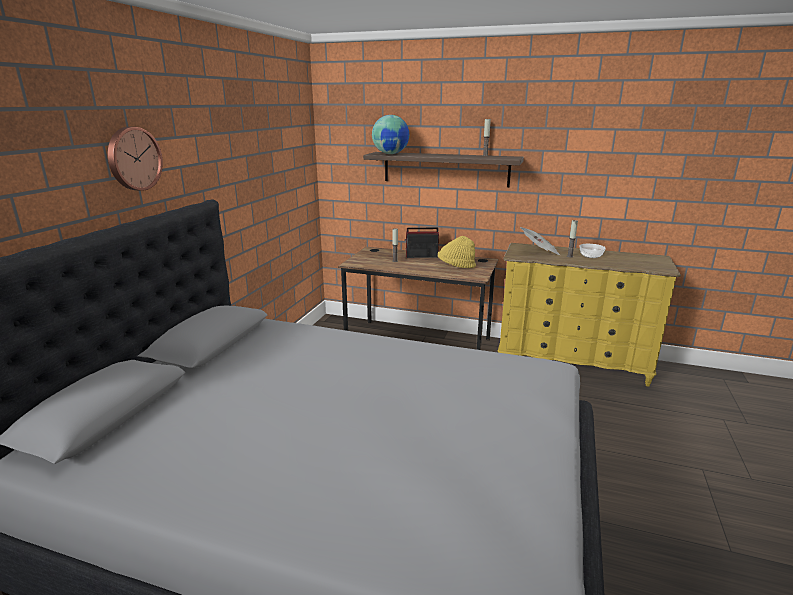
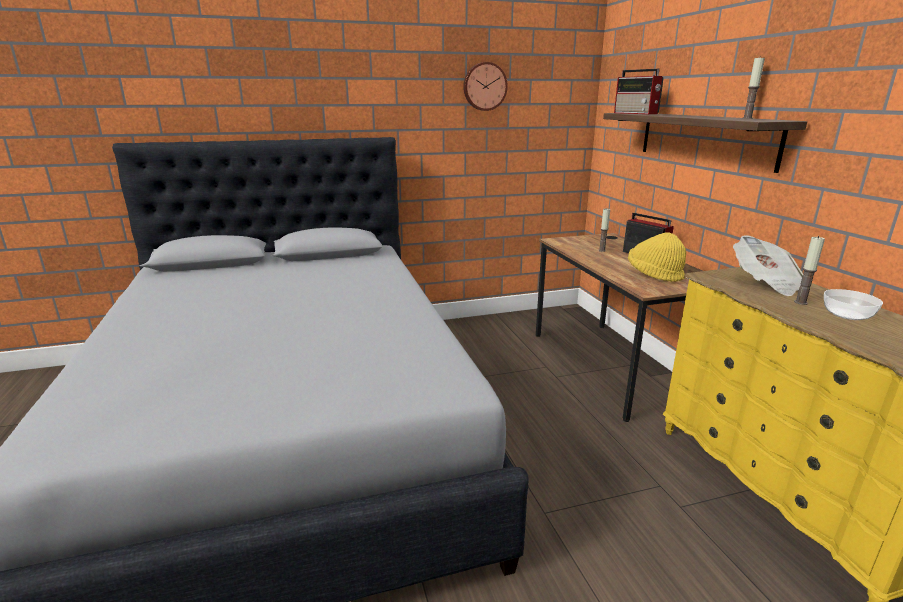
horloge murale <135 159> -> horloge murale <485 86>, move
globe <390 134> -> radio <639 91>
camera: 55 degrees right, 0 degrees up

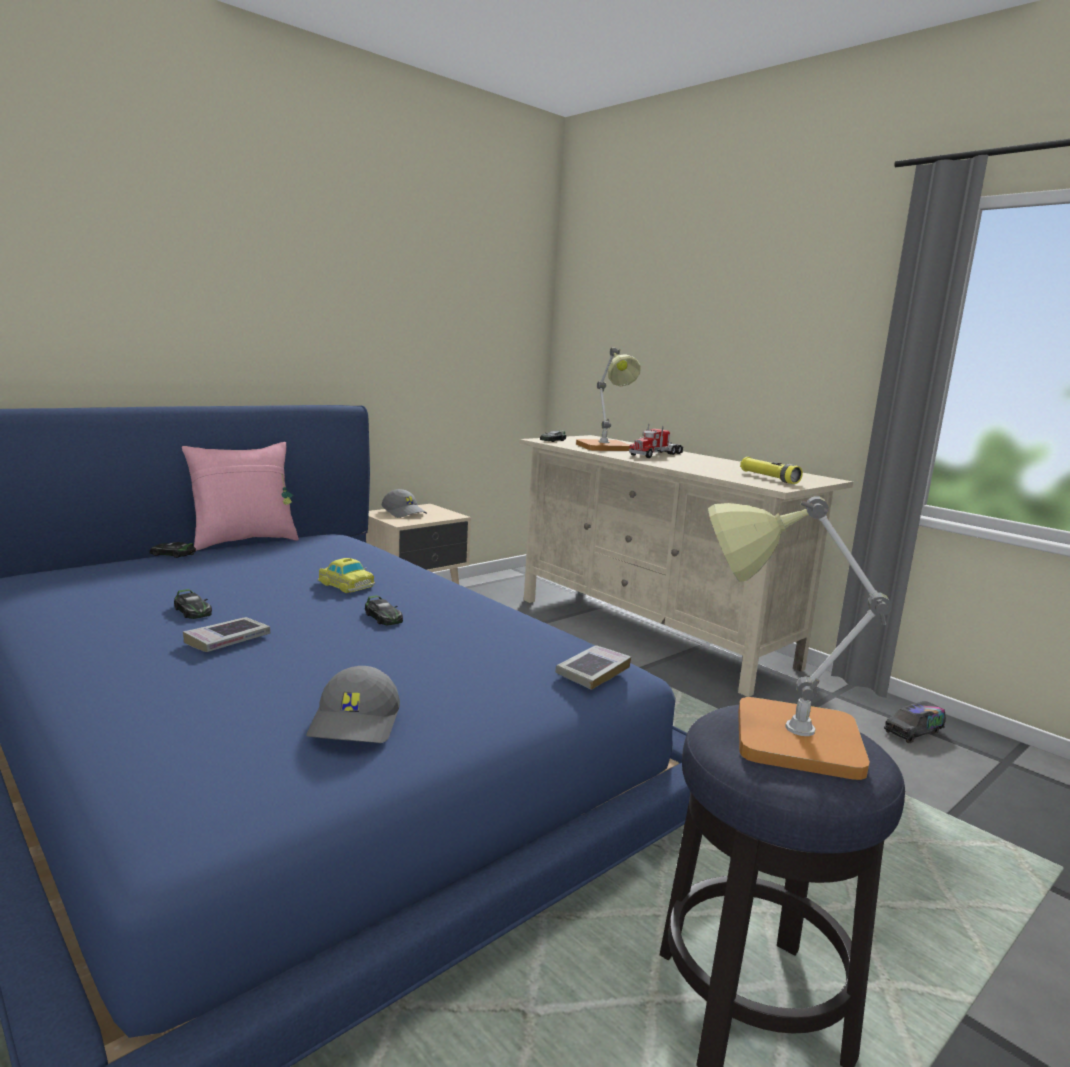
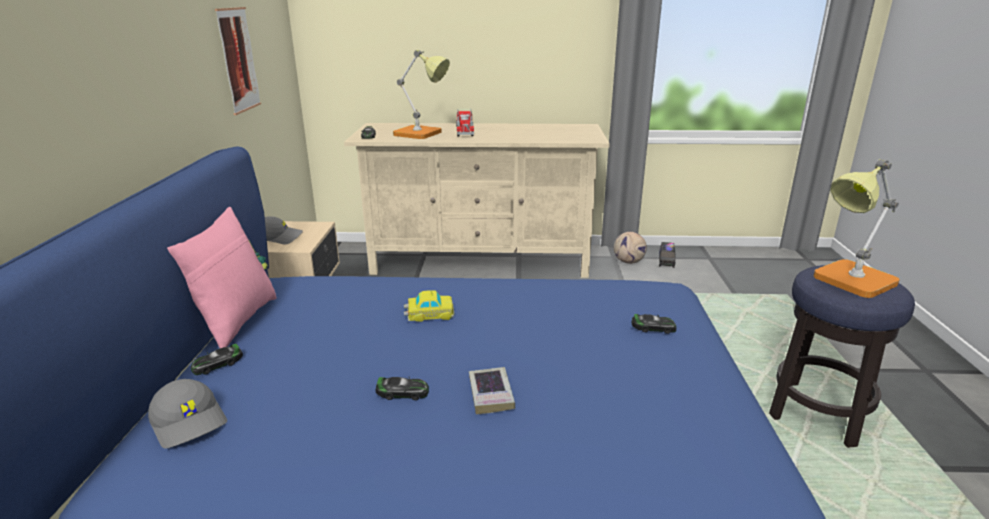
casquette (gris) <353 704> -> casquette (gris) <187 414>, move
petite voiture <384 610> -> petite voiture <654 324>, move
livre <593 667> -> none
lampe de poche (jaune) <771 470> -> none
none -> tableau <238 61>
none -> ballon de foot <630 248>
camera: 45 degrees left, 10 degrees up

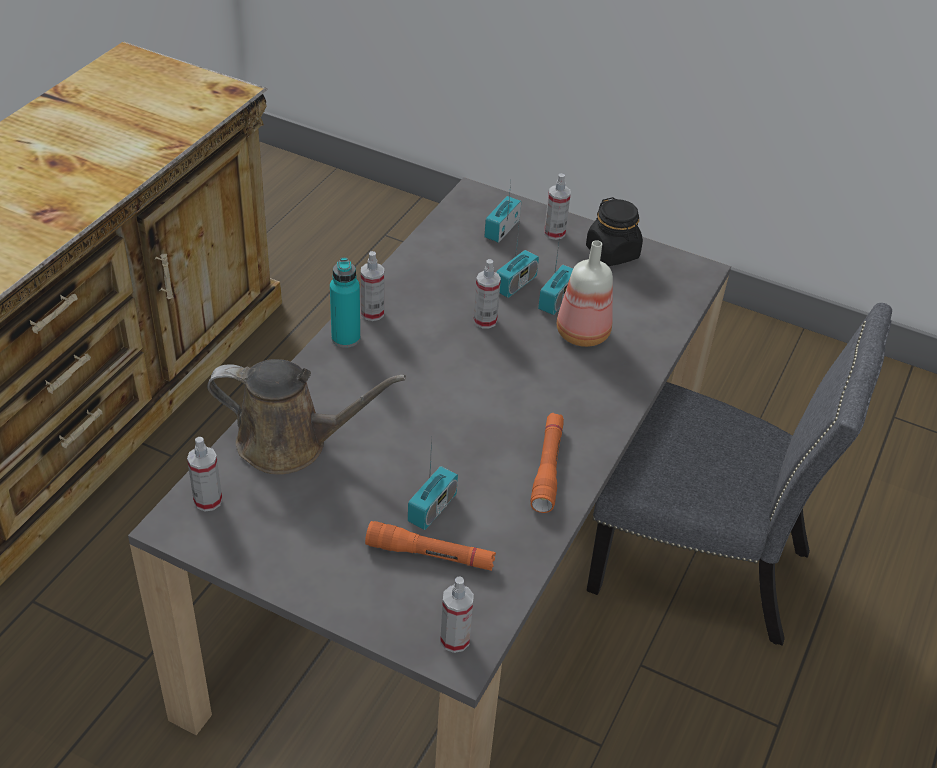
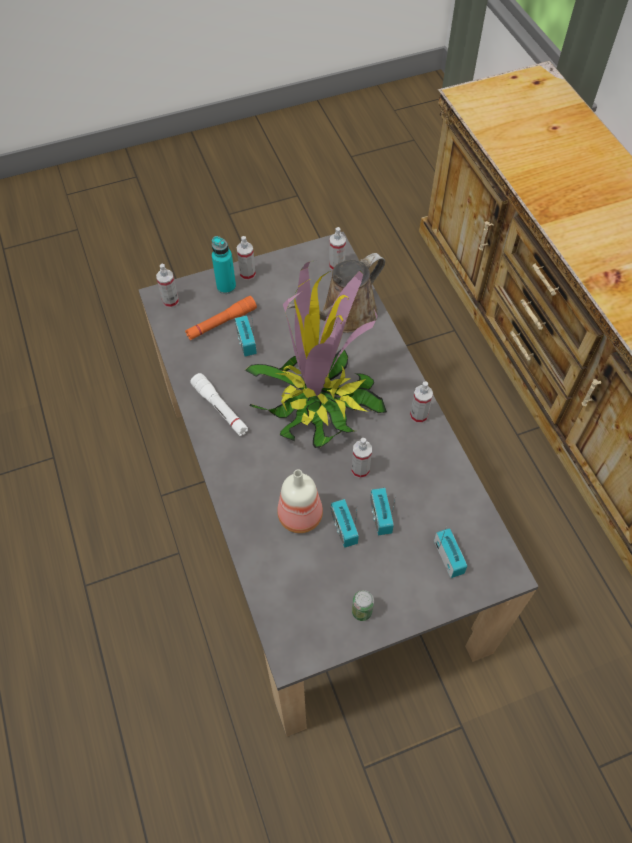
bouteille (turquoise) <345 303> -> bouteille (turquoise) <224 265>, move
lampe de poche (orange) <547 463> -> lampe de poche (blanc) <219 404>
vaporisateur <557 206> -> vaporisateur <246 258>, move
bocal (noir) <614 231> -> boîte métallique <363 605>
chaise (gris) <739 474> -> none
none -> plante en pot <316 354>
camera: 135 degrees right, 15 degrees up

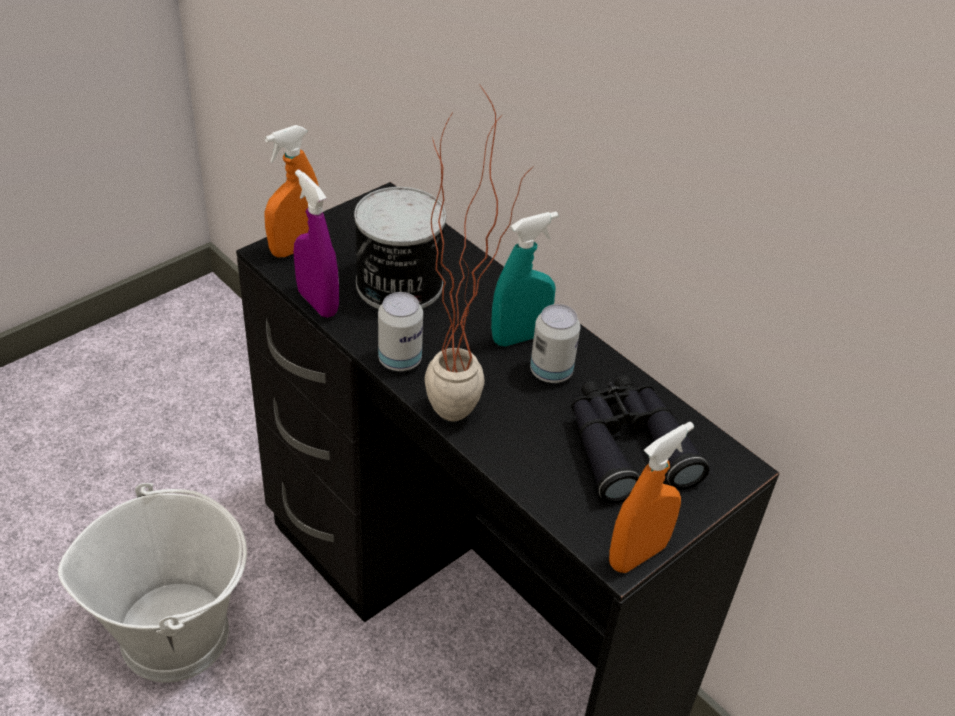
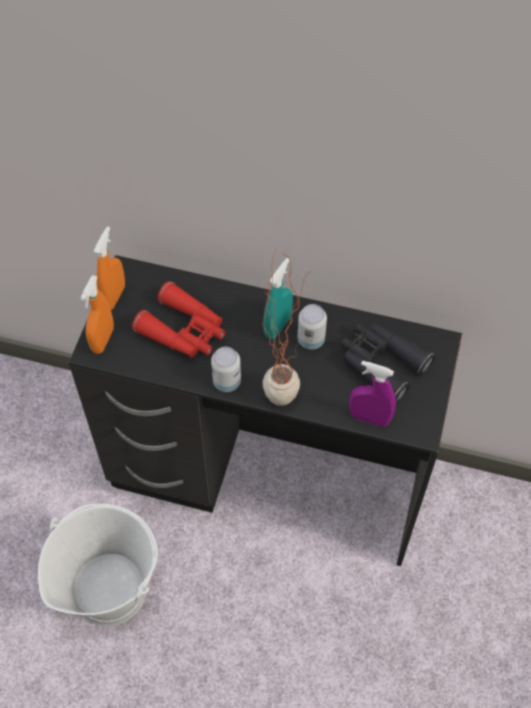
vaporisateur (violet) <316 243> -> vaporisateur (violet) <372 393>, move
boîte métallique <400 248> -> jumelles (rouge) <179 319>
vaporisateur (orange) <651 497> -> vaporisateur (orange) <109 268>, move
camera: 30 degrees left, 15 degrees up

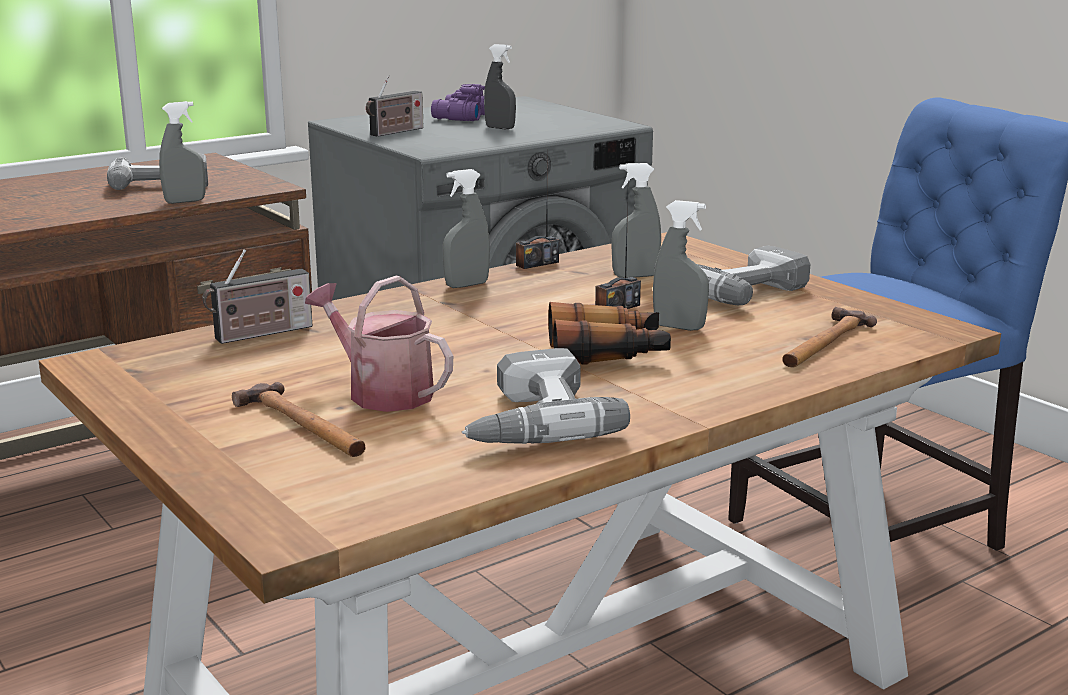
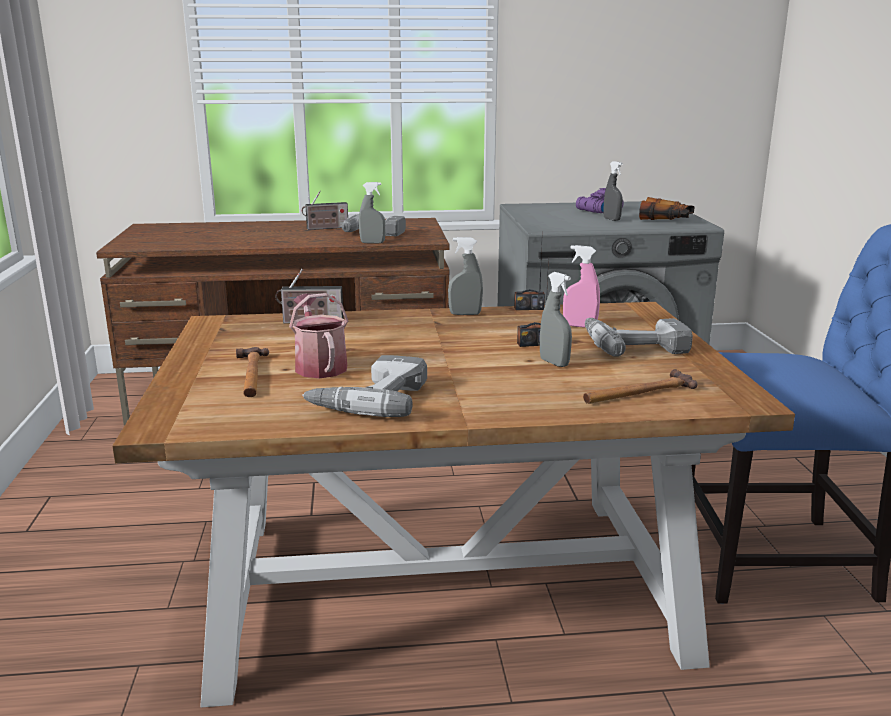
radio <395 106> -> radio <325 210>, move
jumelles <609 333> -> jumelles <666 208>, move
vaporisateur (gris) <636 220> -> vaporisateur (rose) <581 286>
camera: 30 degrees right, 0 degrees up

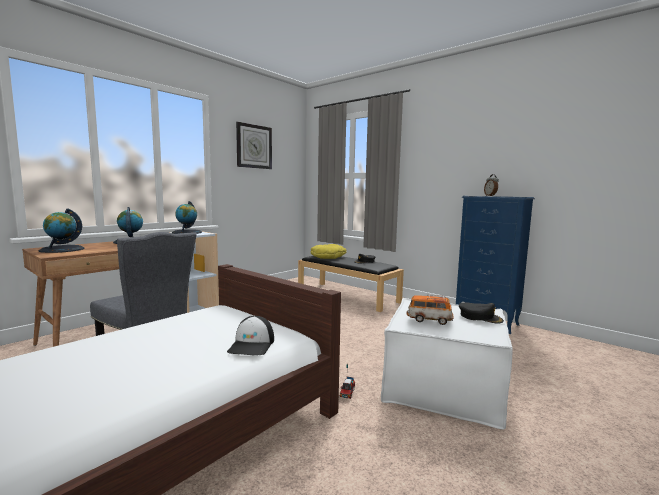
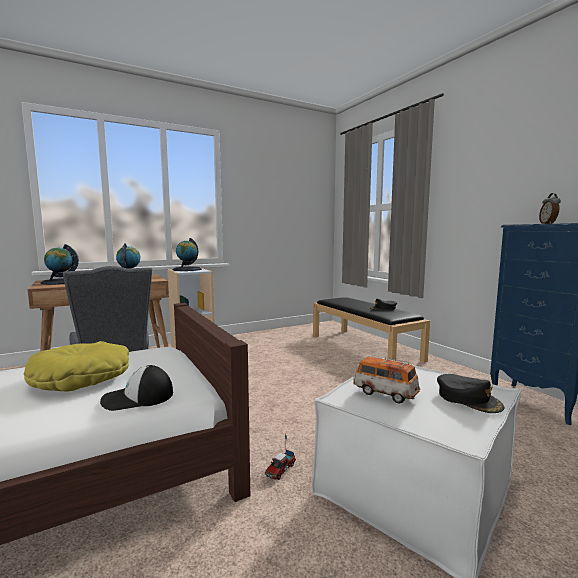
casquette <250 336> -> casquette <136 388>, 45 degrees clockwise
horloge murale <254 145> -> none
coussin (jaune) <329 251> -> coussin (jaune) <76 366>, move
camera: 20 degrees right, 0 degrees up

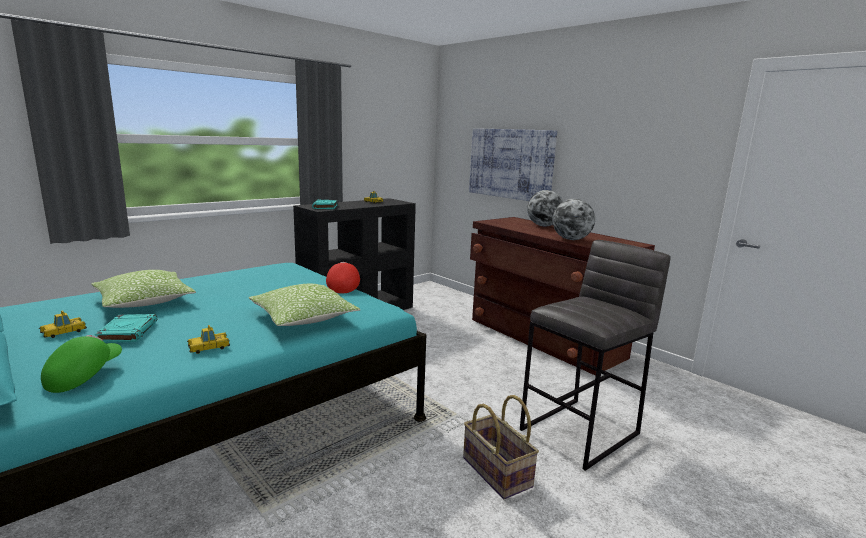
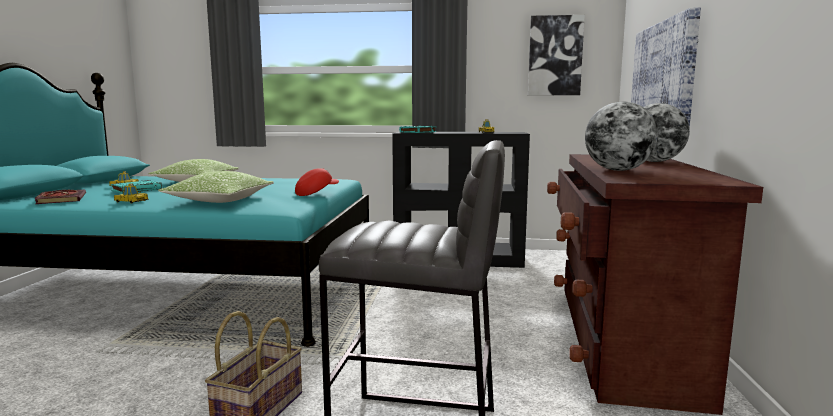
casquette (vert) <81 364> -> livre <60 197>
none -> tableau <556 55>
camera: 50 degrees right, 5 degrees down

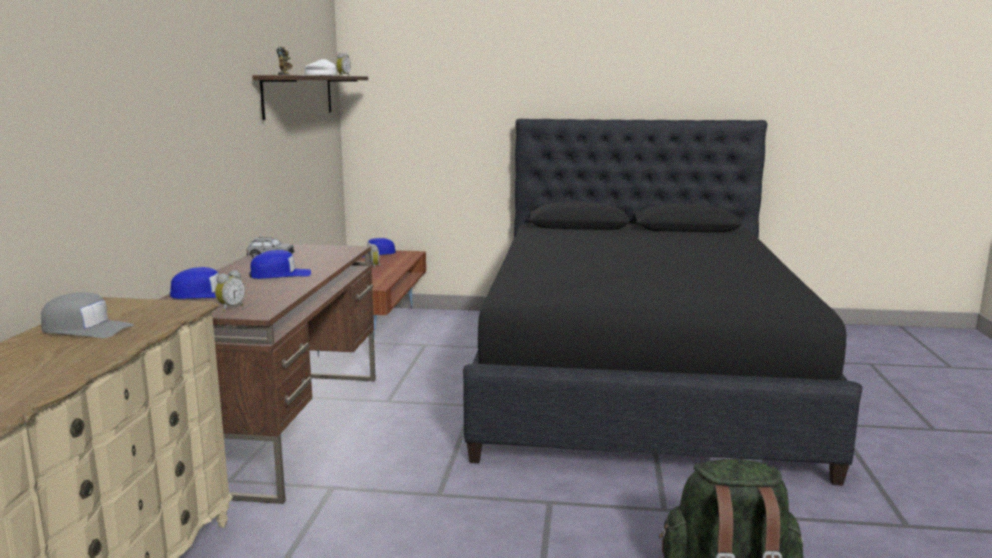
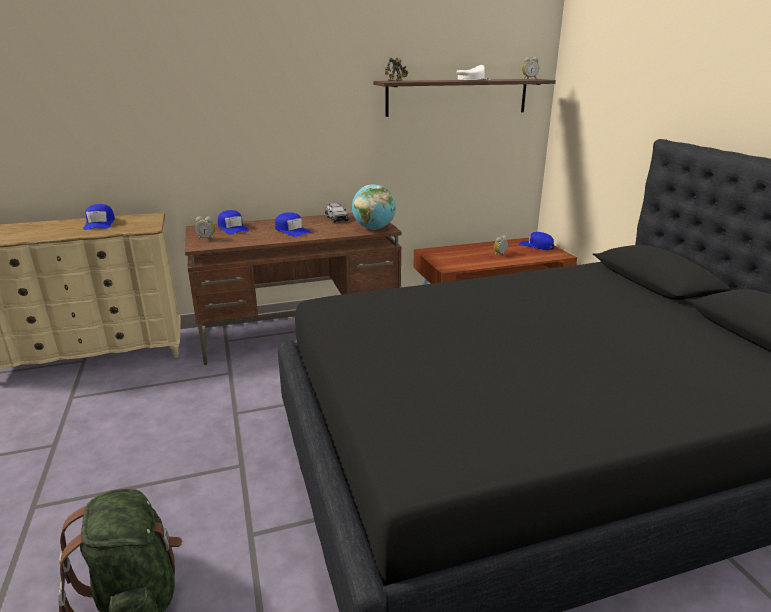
casquette (gris) <87 315> -> casquette (bleu) <99 217>
none -> globe <374 207>
camera: 65 degrees right, 10 degrees up

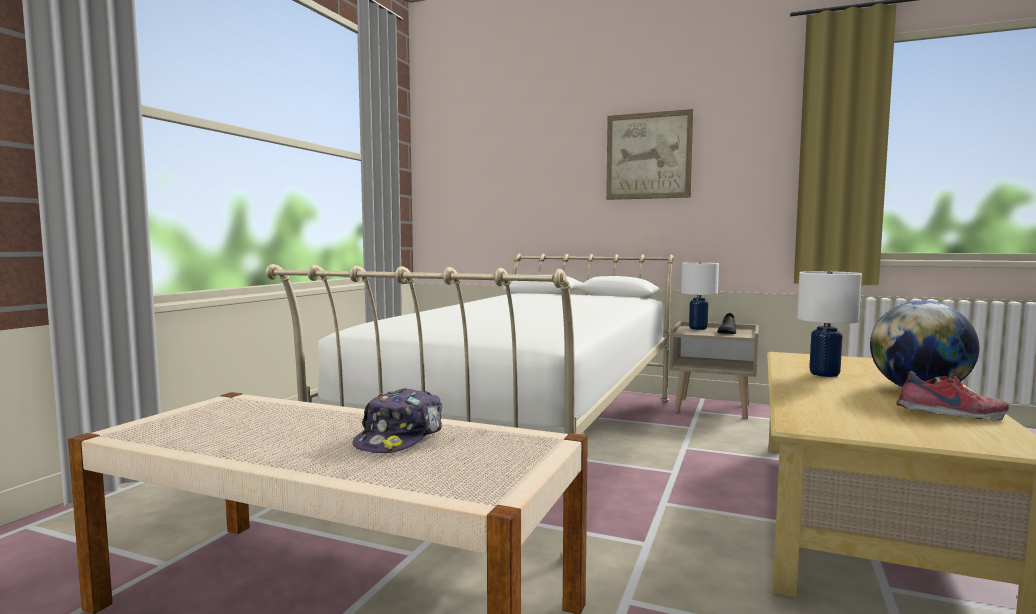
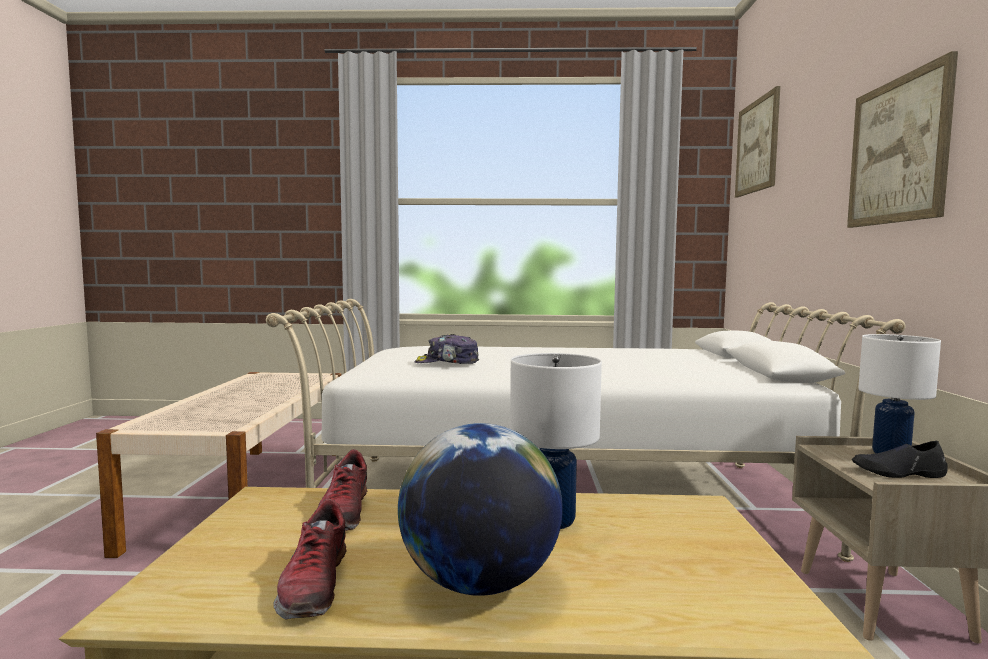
casquette <397 420> -> casquette <447 349>, move
none -> chaussure <342 490>
none -> tableau <757 141>
camera: 70 degrees right, 0 degrees up

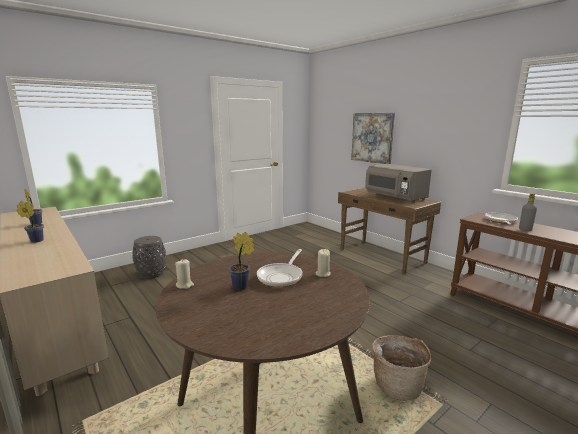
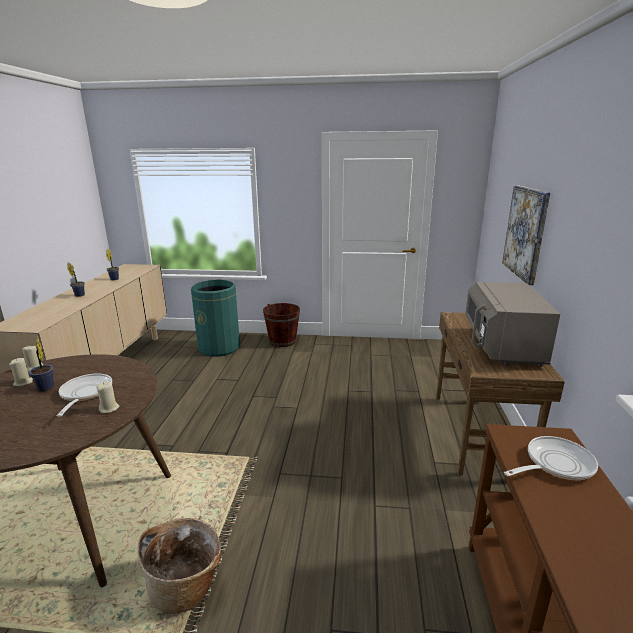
tabouret (gris) <149 257> -> poubelle (vert) <215 318>
poêle <280 268> -> poêle <84 395>, 105 degrees clockwise
bouteille (gris) <528 212> -> none
none -> bougie (beige) <21 372>
none -> seau (marron) <281 325>
camera: 45 degrees right, 5 degrees up

